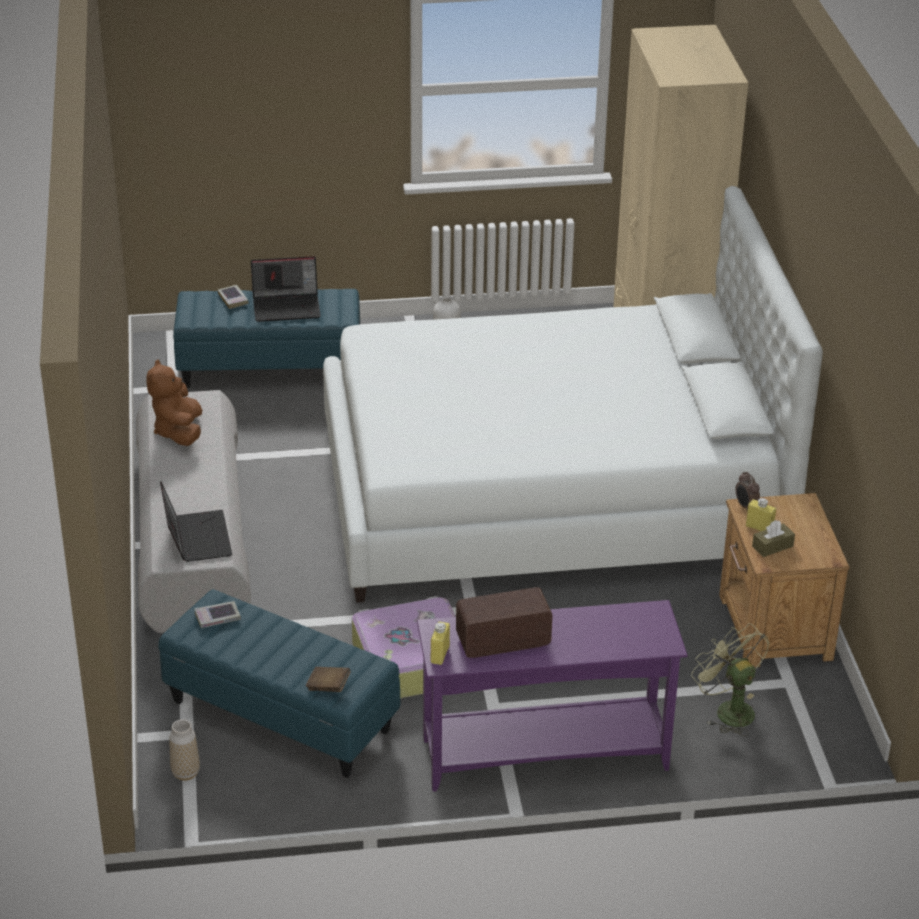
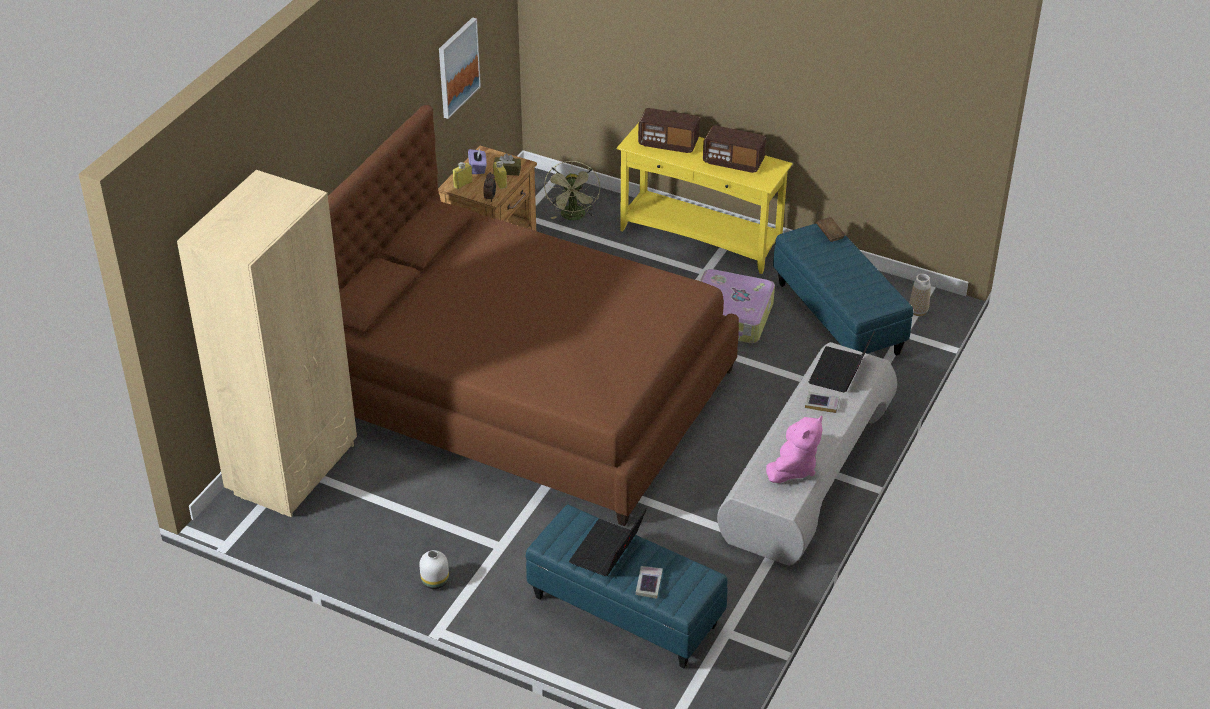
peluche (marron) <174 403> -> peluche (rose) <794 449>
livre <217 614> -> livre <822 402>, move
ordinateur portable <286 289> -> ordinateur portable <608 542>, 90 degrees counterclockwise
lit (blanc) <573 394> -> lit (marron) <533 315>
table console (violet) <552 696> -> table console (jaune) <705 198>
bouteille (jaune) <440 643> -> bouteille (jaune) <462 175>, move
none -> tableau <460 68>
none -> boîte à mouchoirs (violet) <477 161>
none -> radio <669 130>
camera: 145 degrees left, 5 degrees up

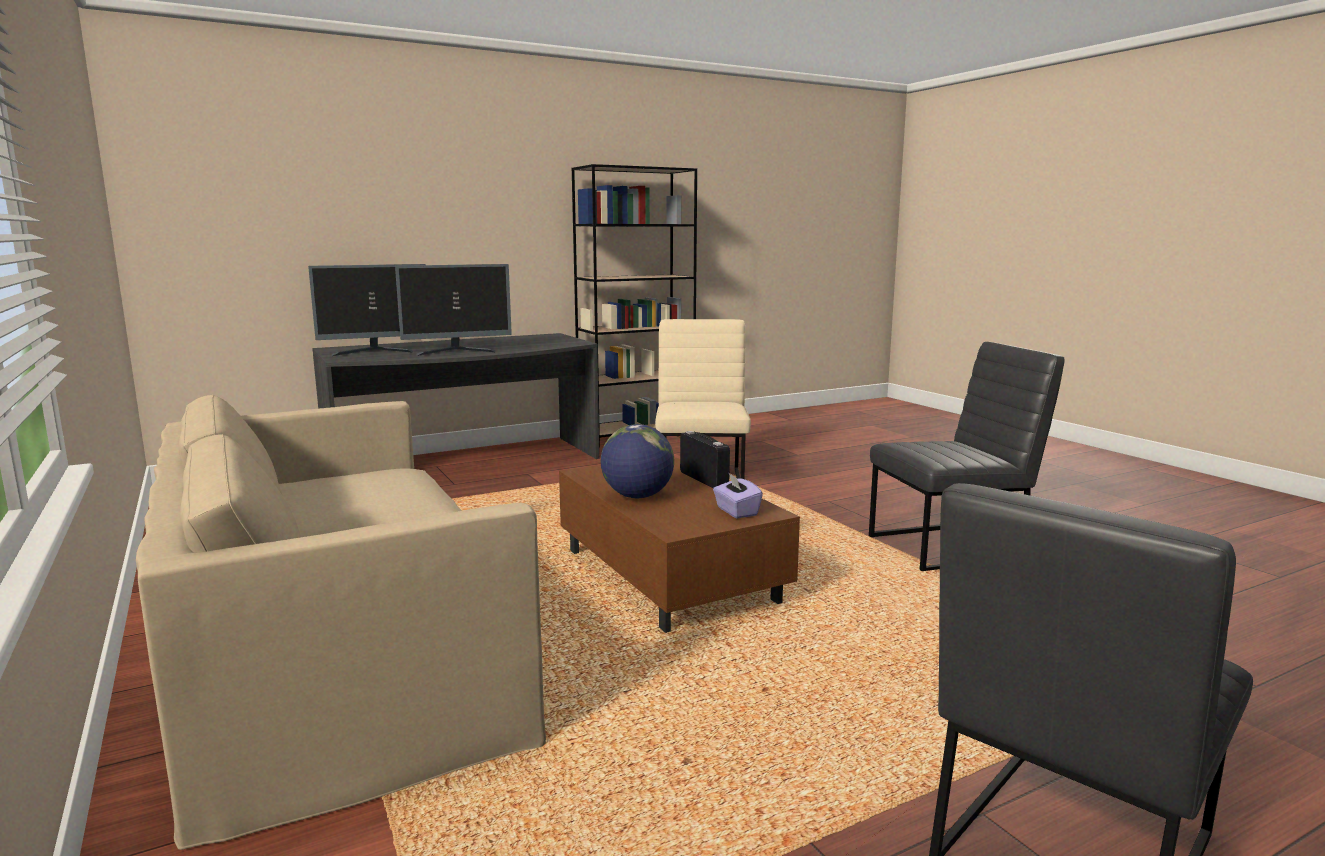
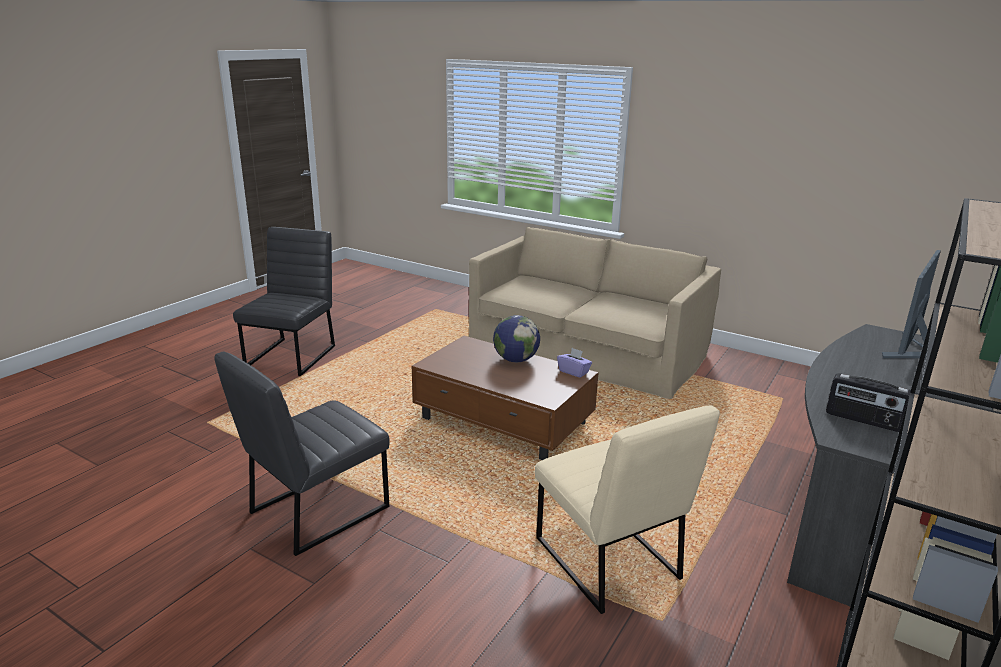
écran d'ordinateur <453 310> -> none
radio <705 459> -> radio <868 402>, move
boîte à mouchoirs (violet) <738 495> -> boîte à mouchoirs (violet) <574 363>, move
camera: 150 degrees right, 10 degrees up

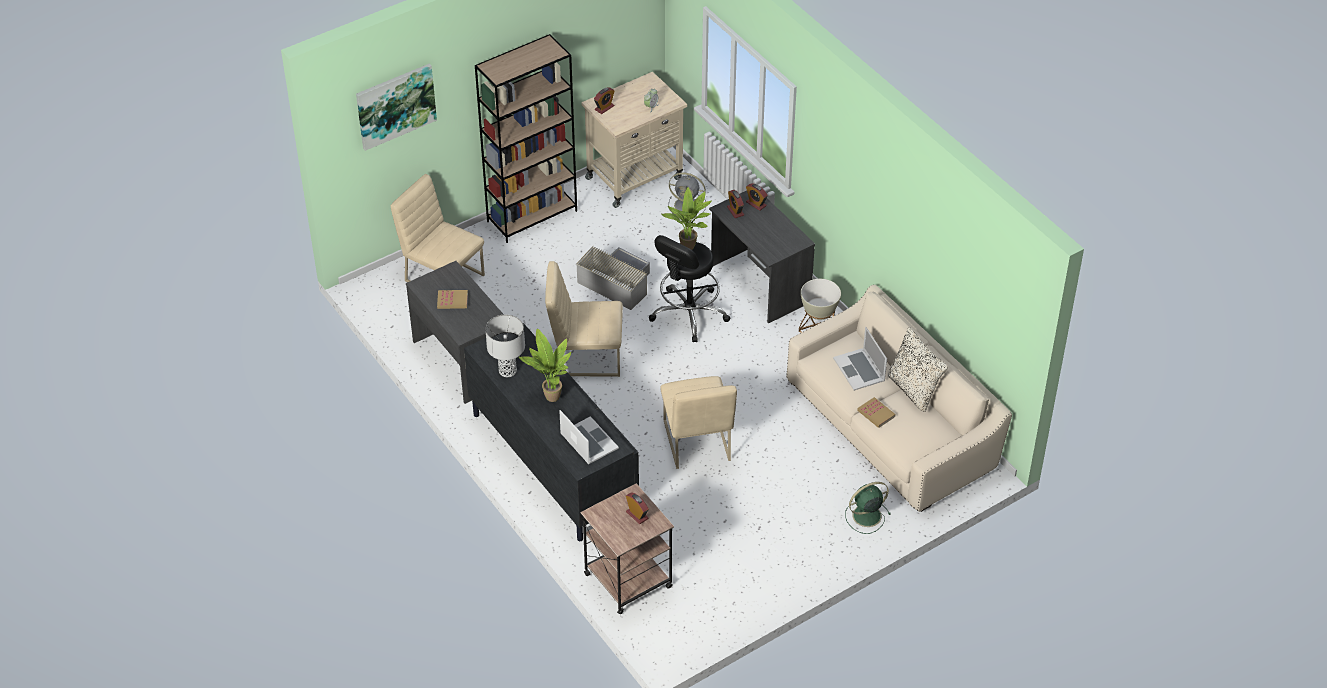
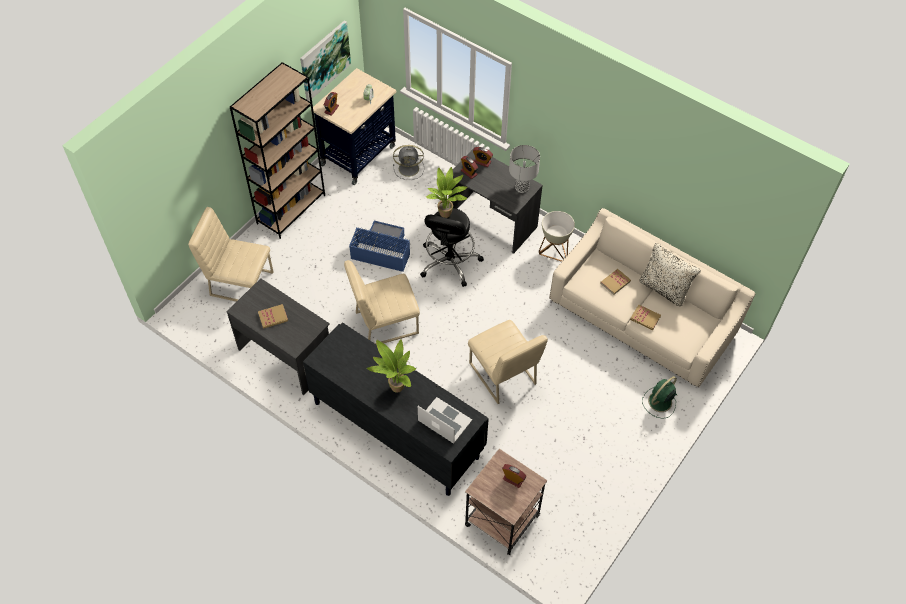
tableau <396 107> -> tableau <325 60>, move
lampe de table (blanc) <505 346> -> lampe de table (blanc) <524 169>, move
boîte de rangement (gris) <613 277> -> boîte de rangement (bleu) <379 246>
chariot (beige) <634 140> -> chariot (bleu) <354 126>
ordinateur portable <860 359> -> livre <615 282>
camera: 20 degrees left, 10 degrees up

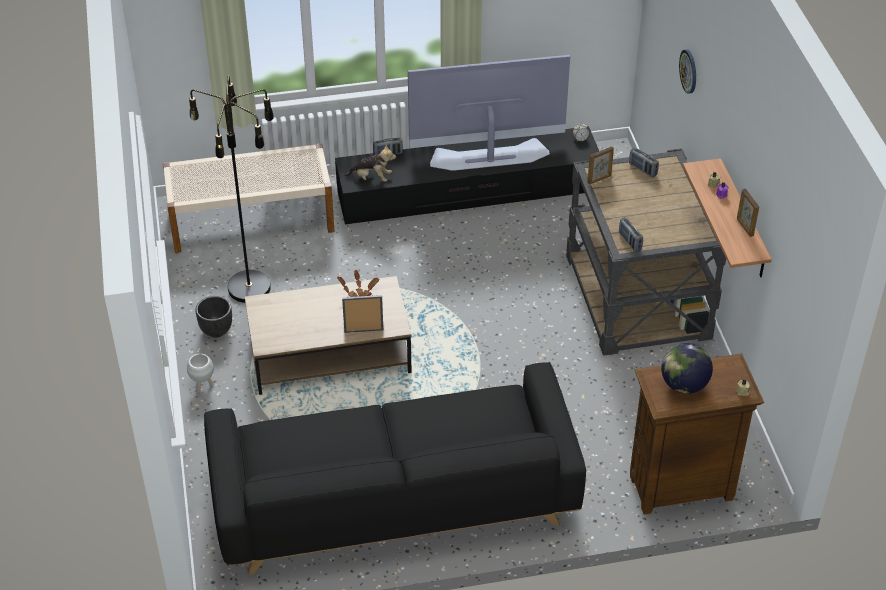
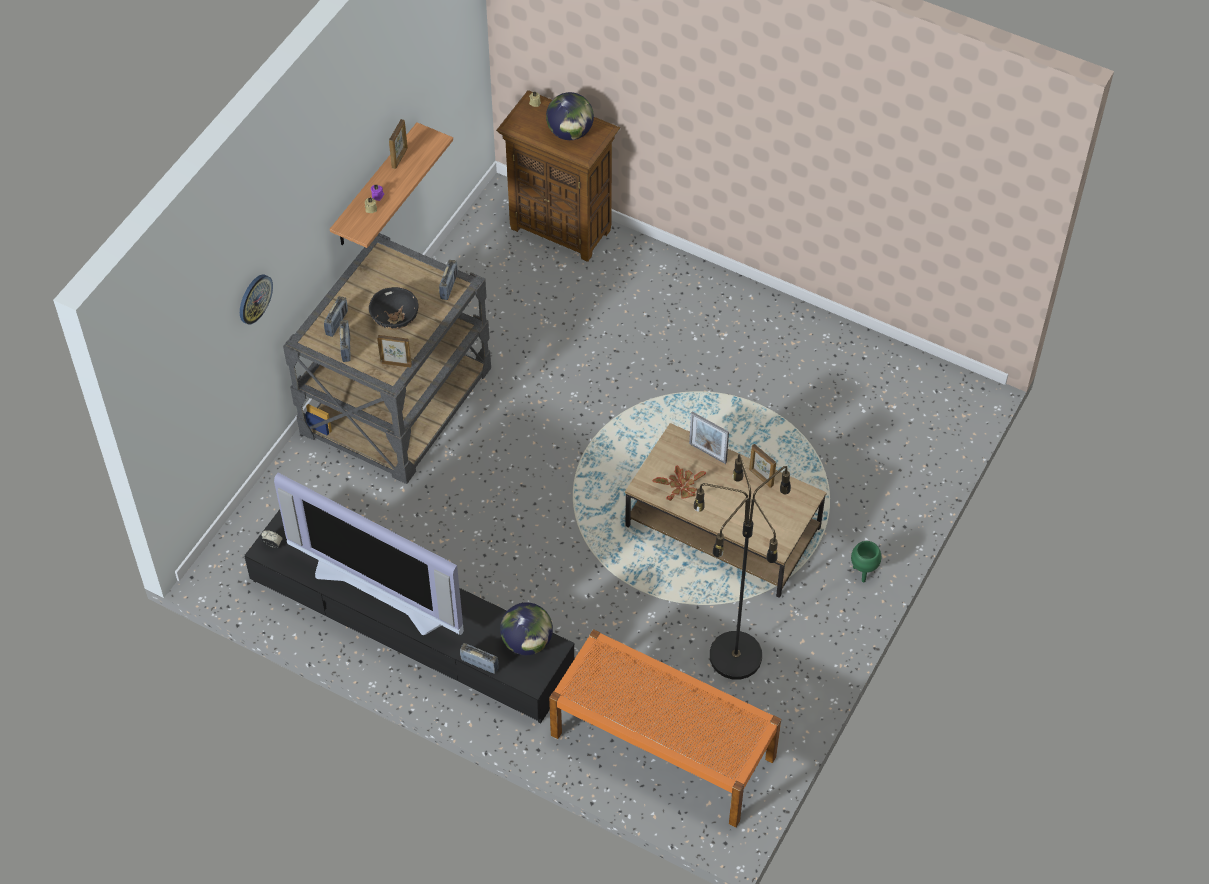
banc (beige) <249 198> -> banc (orange) <665 728>
cache-pot (blanc) <200 373> -> cache-pot (vert) <866 561>
cache-pot (noir) <214 317> -> none
canapé (noir) <395 468> -> none
peluche <370 163> -> globe <526 629>
none -> radio <336 316>
none -> bol (noir) <394 308>
none -> cadre photo <762 466>
camera: 140 degrees left, 10 degrees up

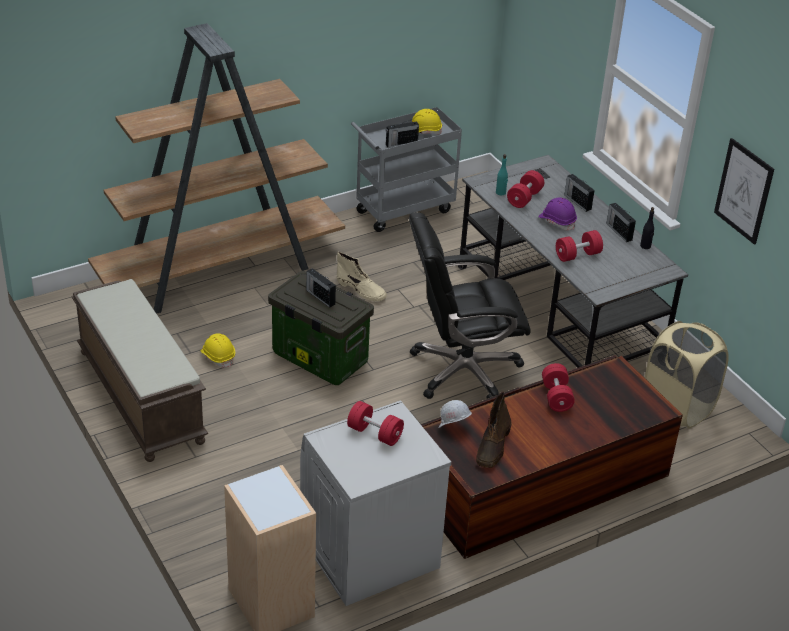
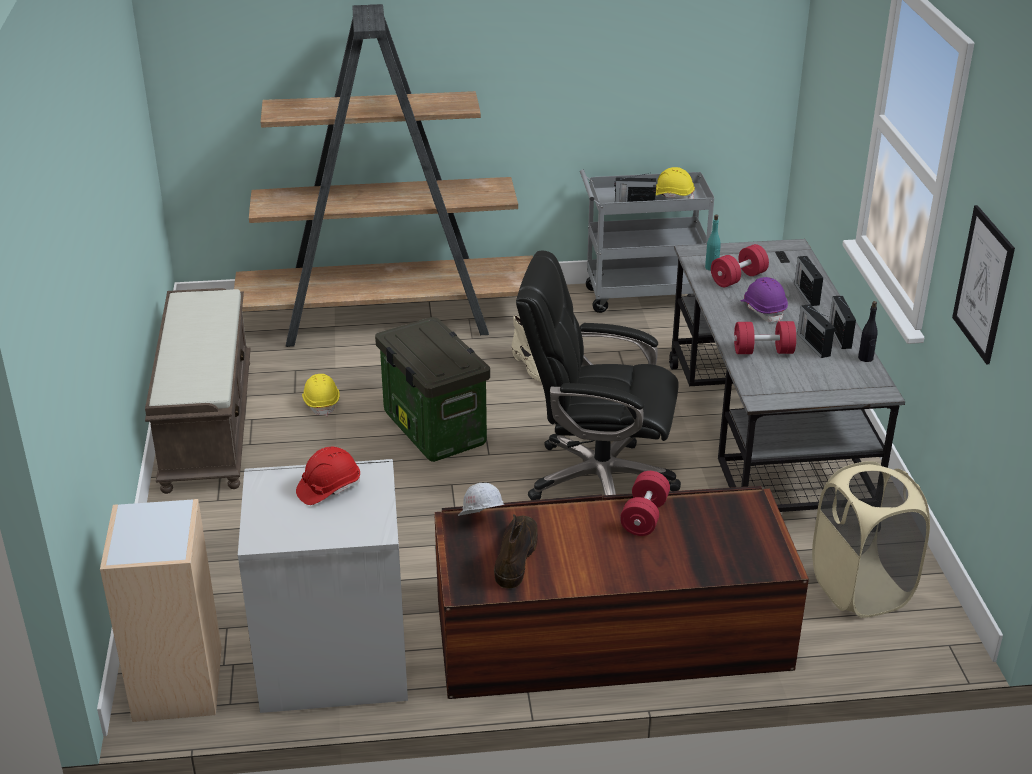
radio <321 288> -> radio <816 331>, move
haltère (rouge) <375 423> -> casque de chantier (rouge) <328 476>
botte (marron) <493 429> -> botte (marron) <516 551>, 150 degrees clockwise
camera: 25 degrees right, 5 degrees down

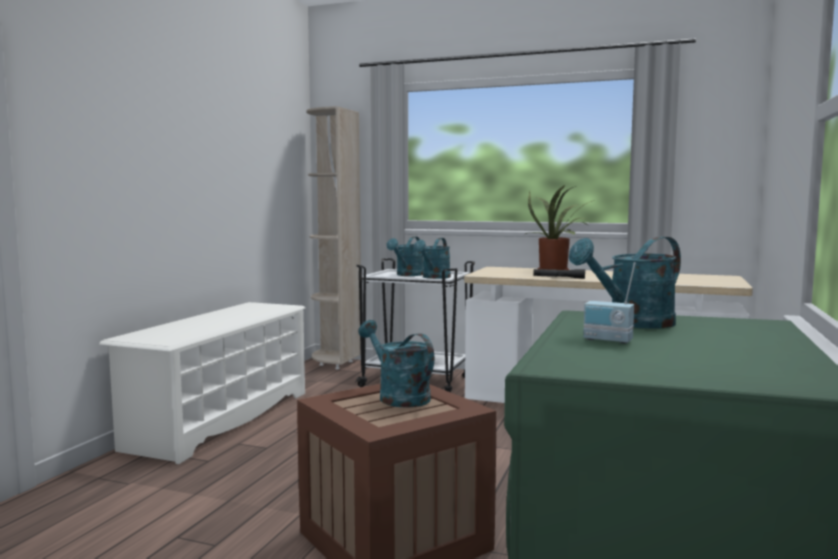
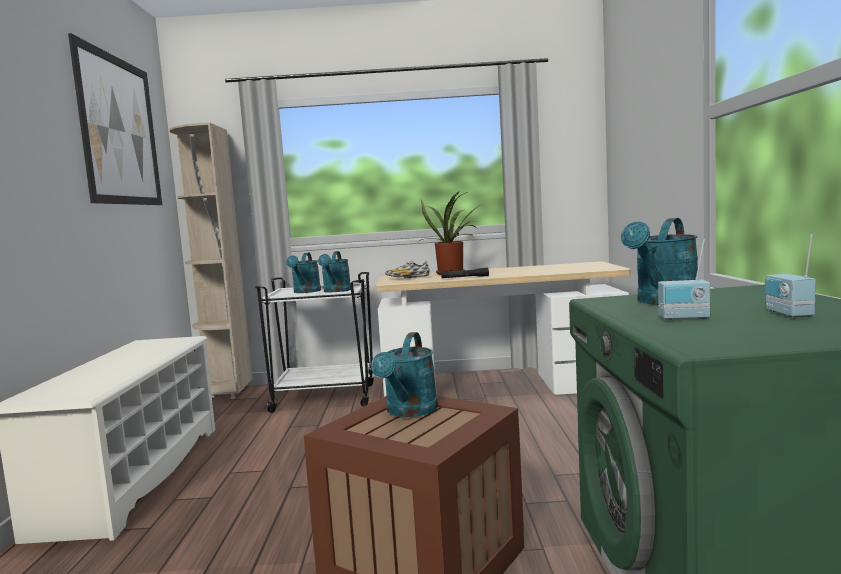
arrosoir (turquoise) <396 364> -> arrosoir (turquoise) <404 374>, 105 degrees counterclockwise
none -> tableau <115 119>
none -> chaussure <407 269>
none -> radio <790 276>
camera: 20 degrees left, 0 degrees up

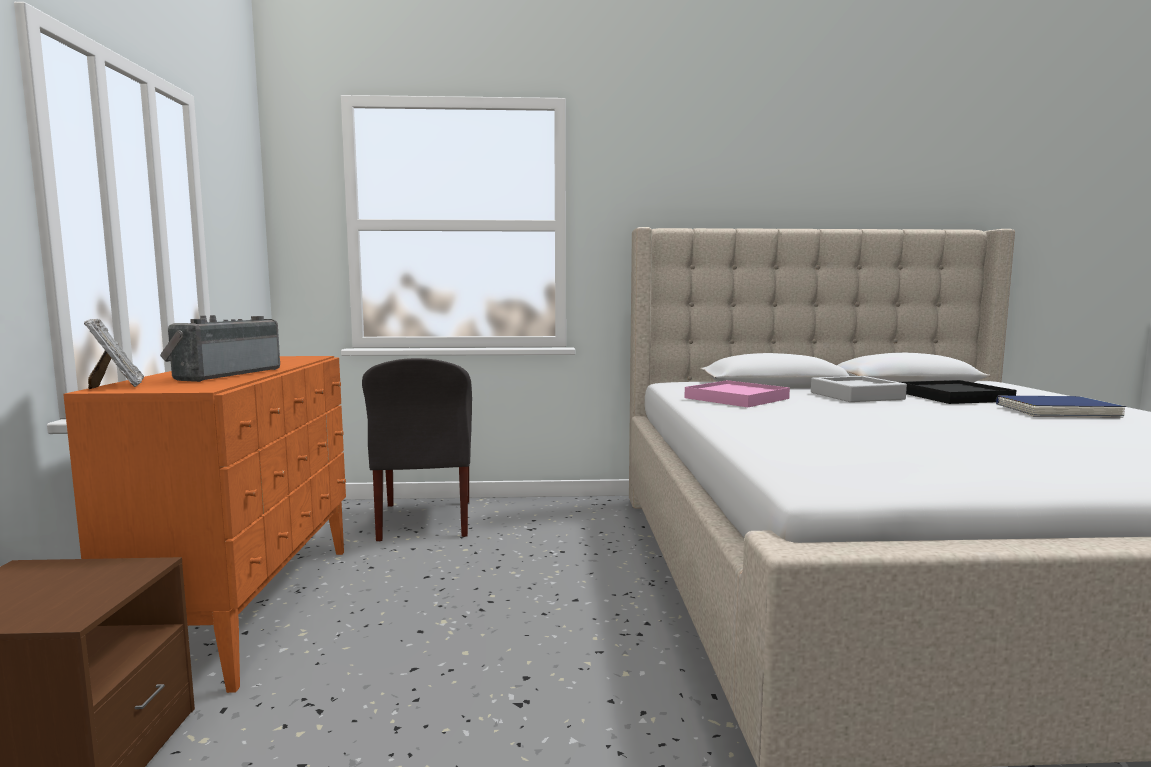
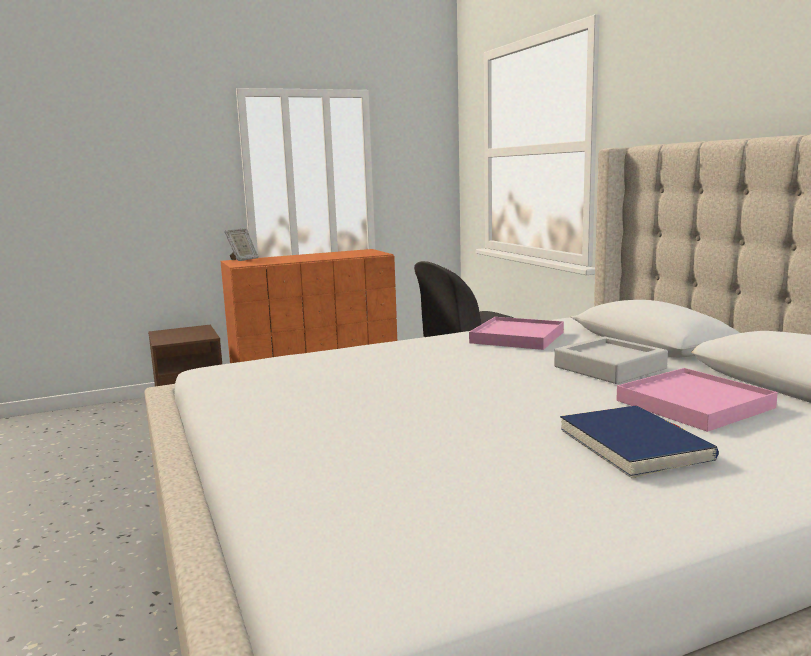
radio <220 348> -> none
plateau (noir) <958 392> -> plateau (rose) <697 400>
camera: 70 degrees right, 5 degrees up

